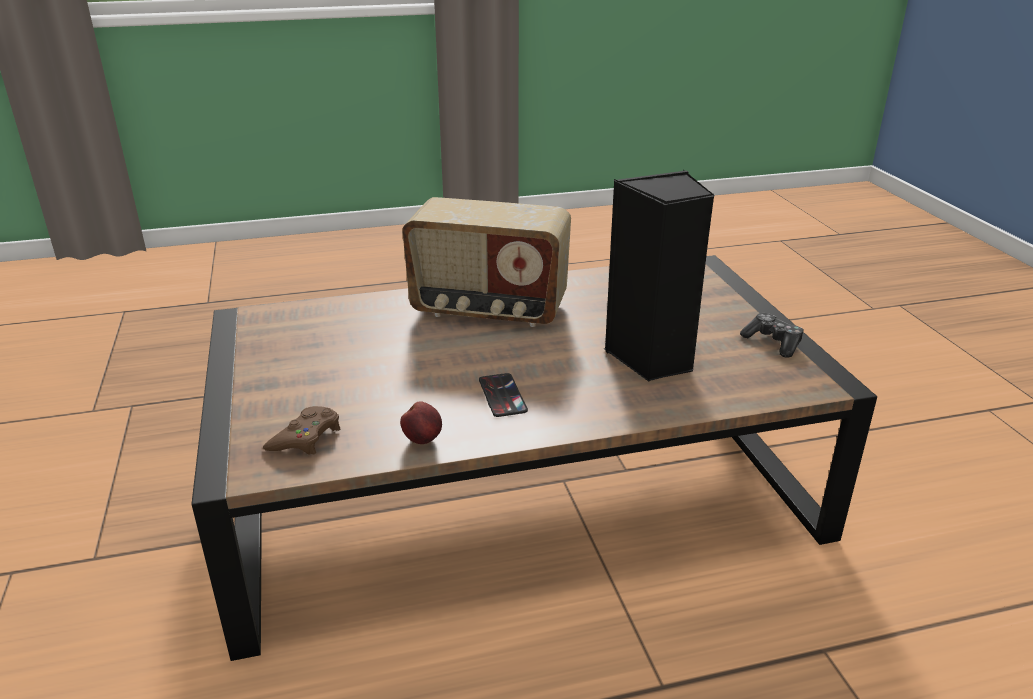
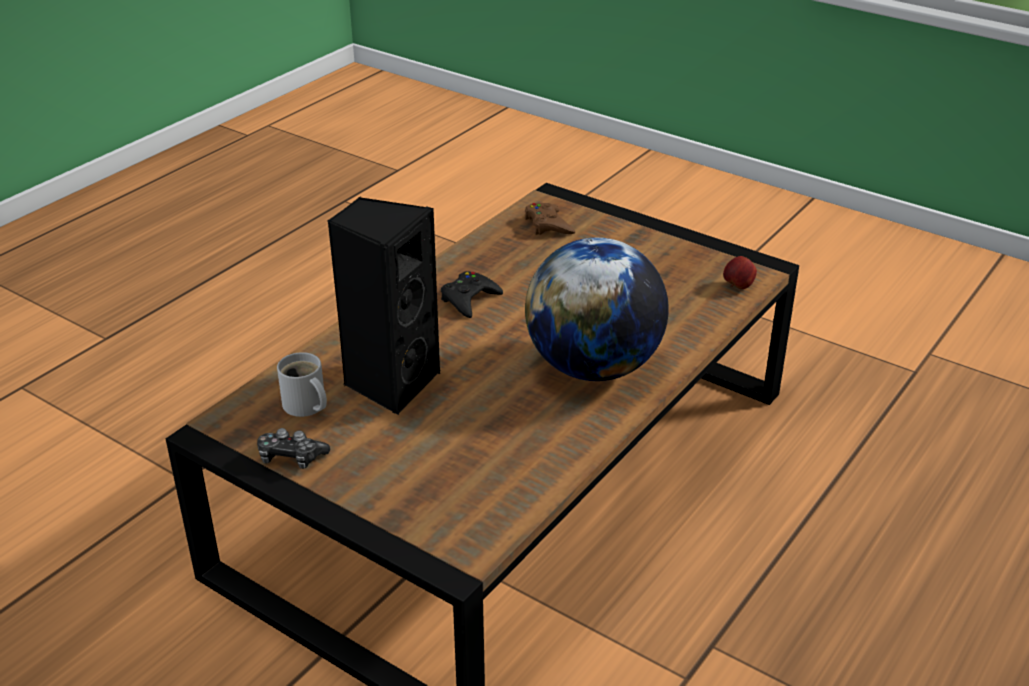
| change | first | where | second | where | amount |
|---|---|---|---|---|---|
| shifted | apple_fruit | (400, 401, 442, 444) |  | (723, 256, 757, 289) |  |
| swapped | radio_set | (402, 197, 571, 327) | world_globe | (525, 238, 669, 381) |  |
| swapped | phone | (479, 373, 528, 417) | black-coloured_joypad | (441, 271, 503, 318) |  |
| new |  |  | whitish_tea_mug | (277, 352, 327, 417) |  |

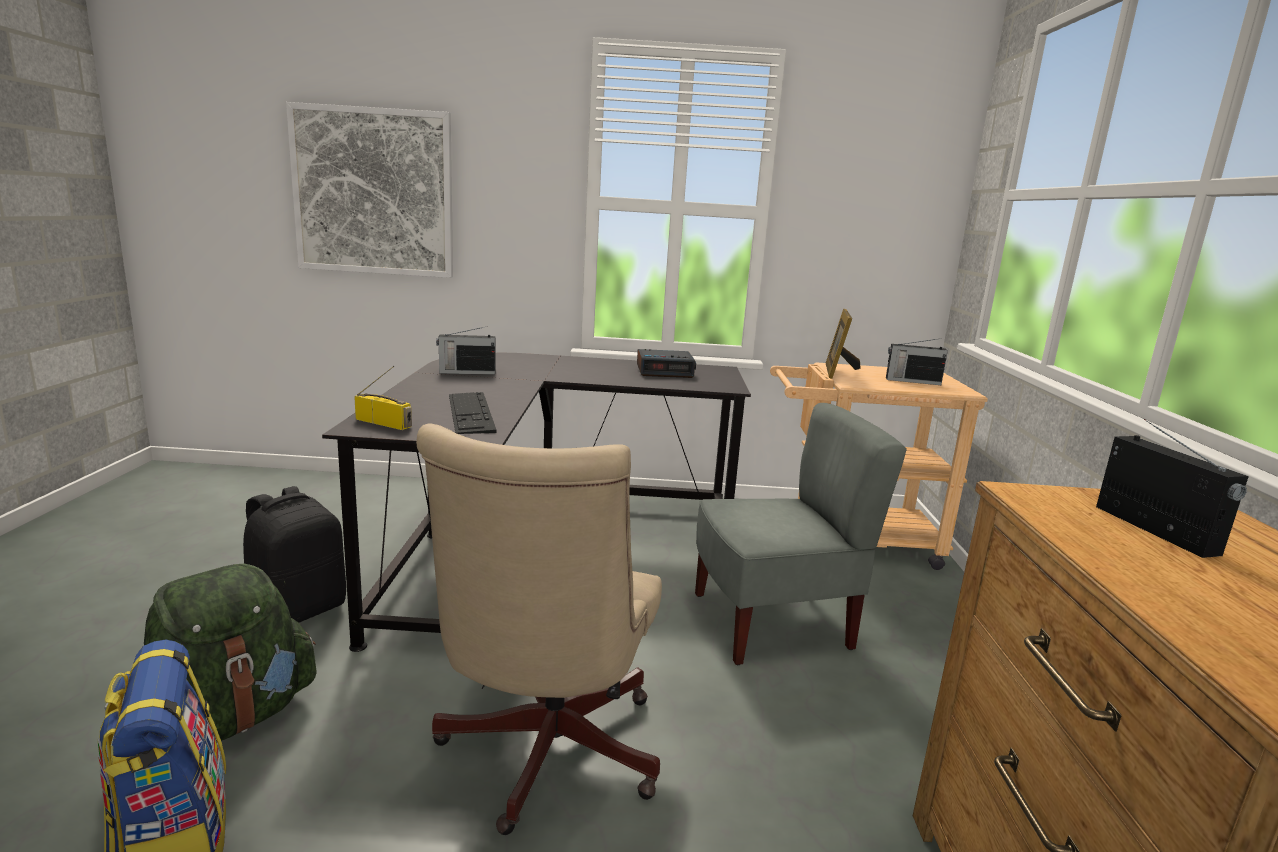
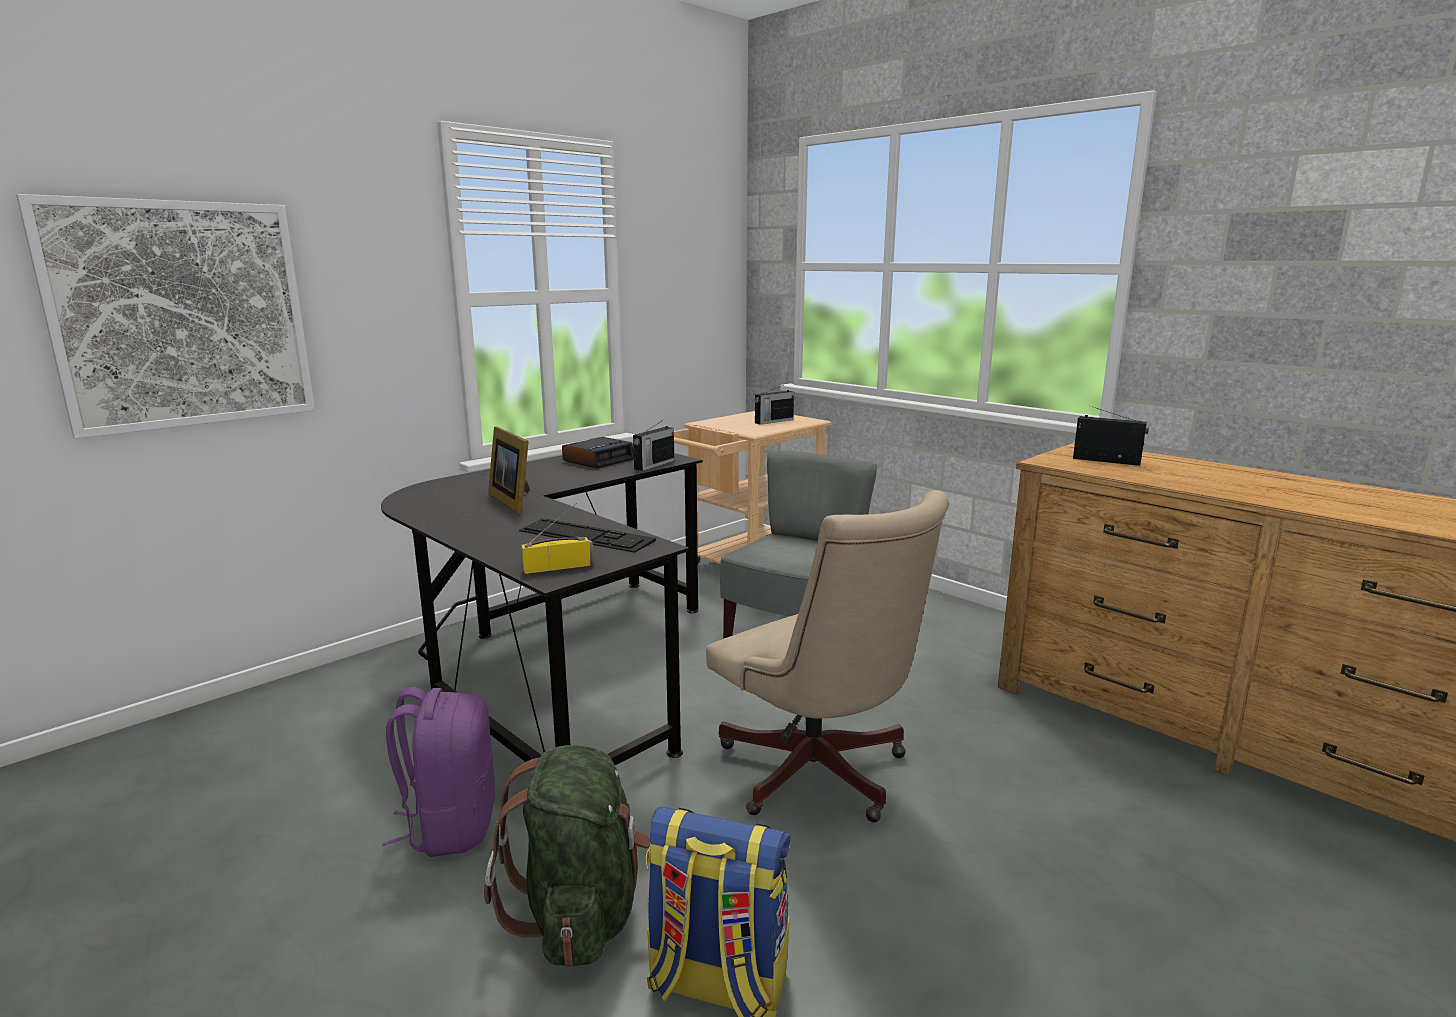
| change | first | where | second | where | amount |
|---|---|---|---|---|---|
| repainted | black-coloured_backpack | (243, 486, 346, 623) | purple-coloured_backpack | (382, 687, 496, 857) |  |
| shifted | radio_set | (436, 326, 496, 375) |  | (633, 418, 674, 471) |  |
| shifted | standing_frame | (826, 309, 860, 379) |  | (488, 426, 530, 513) |  |

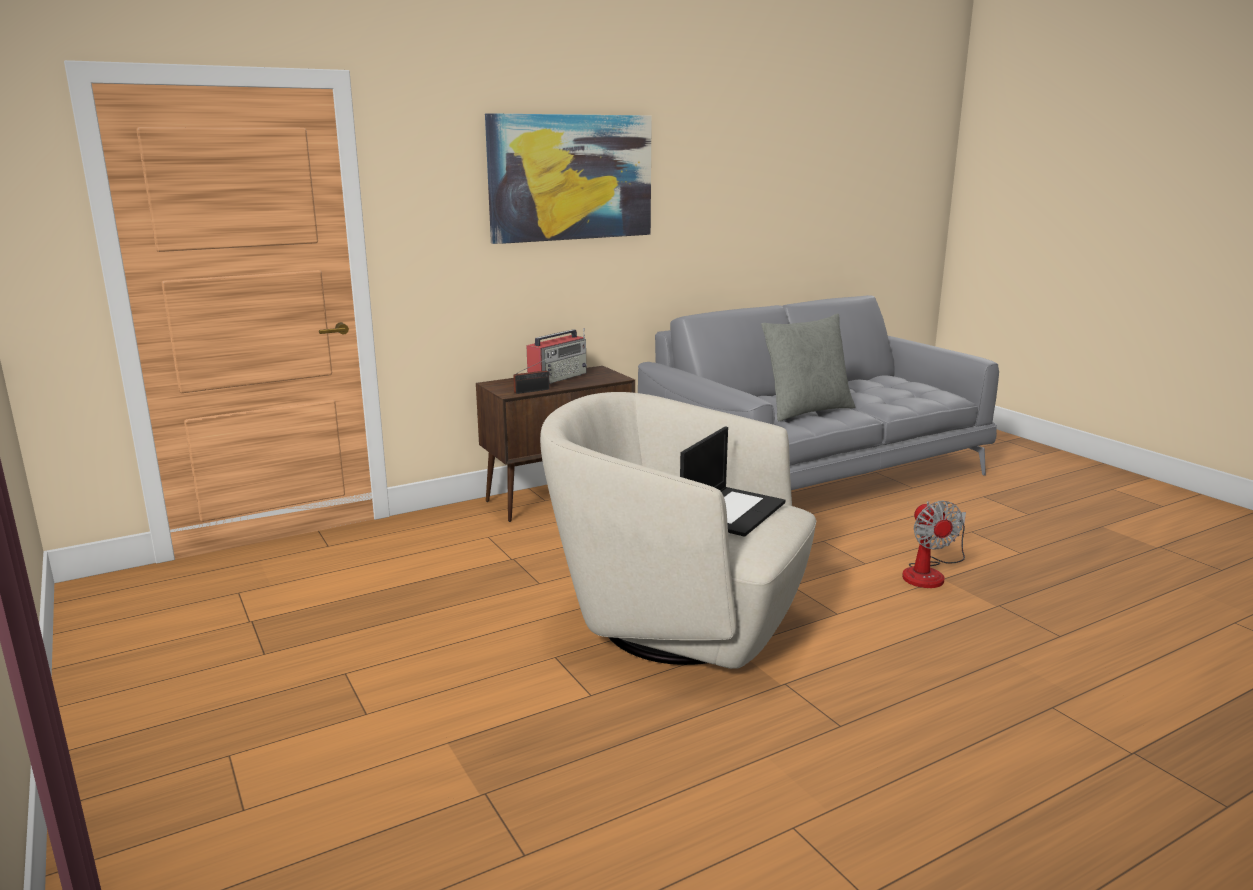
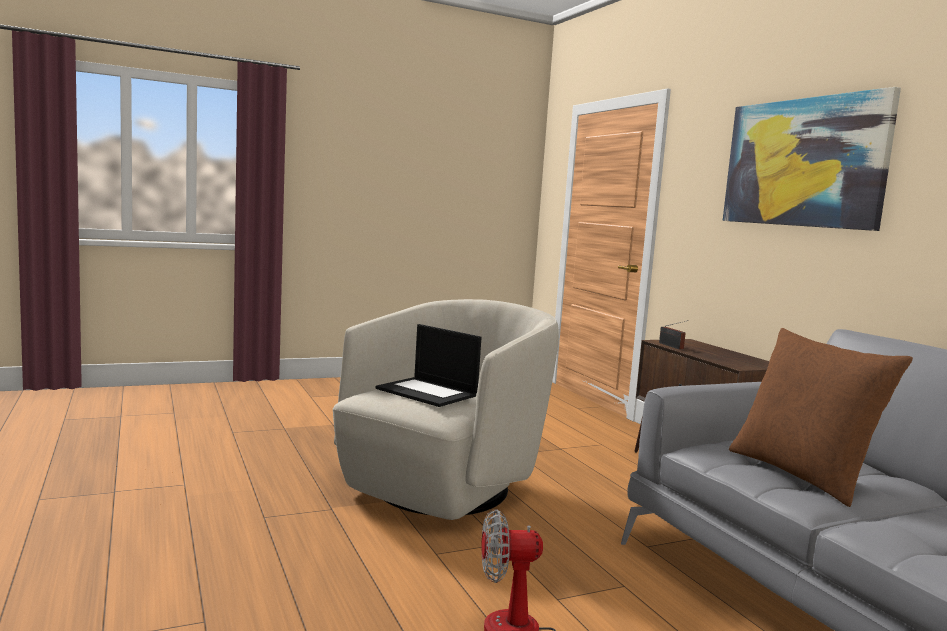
| change | first | where | second | where | amount |
|---|---|---|---|---|---|
| gone | radio_set | (526, 328, 587, 384) |  |  |  |
| repainted | greyish_cushion | (761, 314, 855, 421) | brownish_cushion | (729, 328, 913, 507) |  |

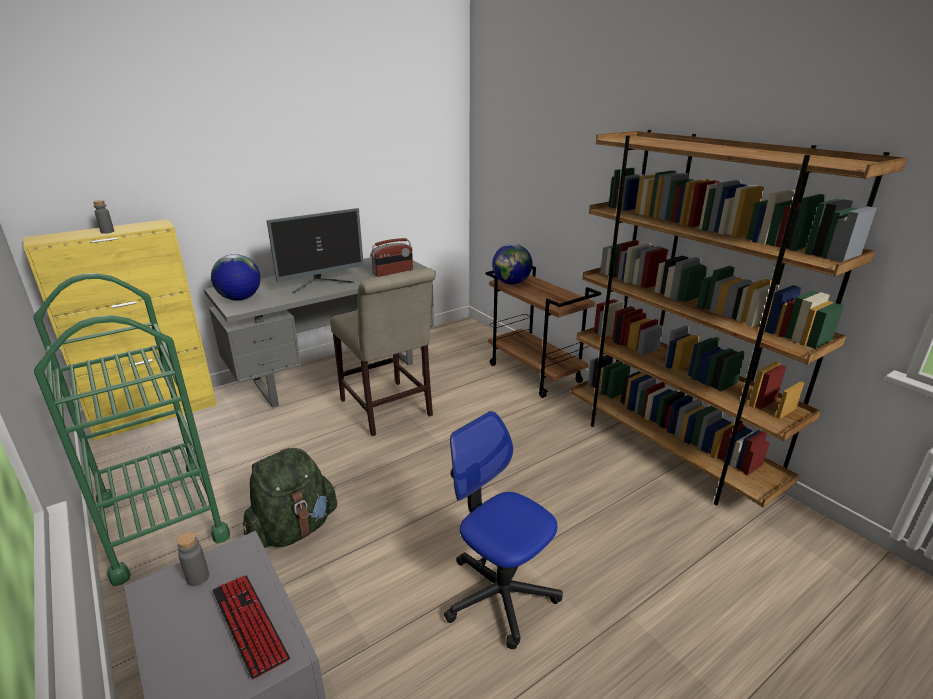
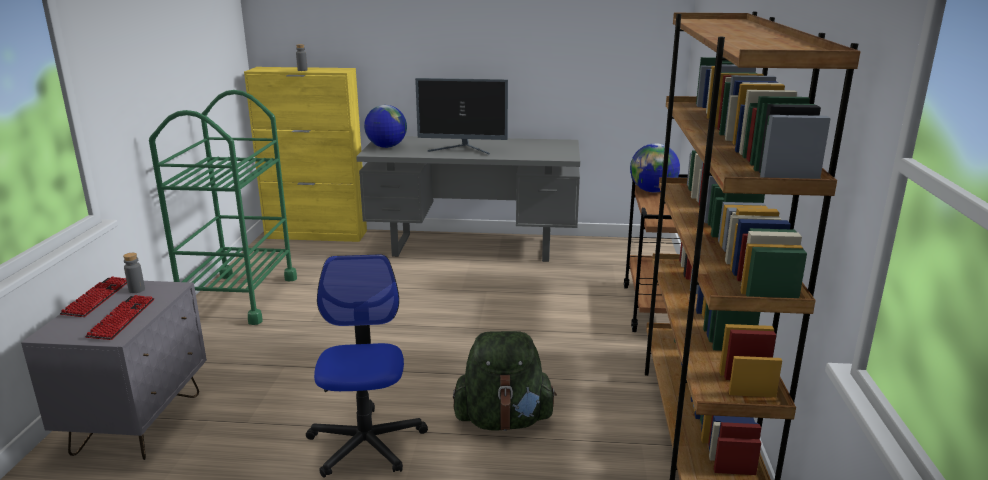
| change | first | where | second | where | amount |
|---|---|---|---|---|---|
| shifted | green-coloured_backpack | (243, 448, 337, 548) |  | (453, 331, 557, 431) |  |
| gone | sand-coloured_upright_chair | (330, 268, 436, 436) |  |  |  |
| gone | radio_set | (371, 238, 413, 277) |  |  |  |
| new |  |  | keyboard | (60, 276, 127, 317) |  |

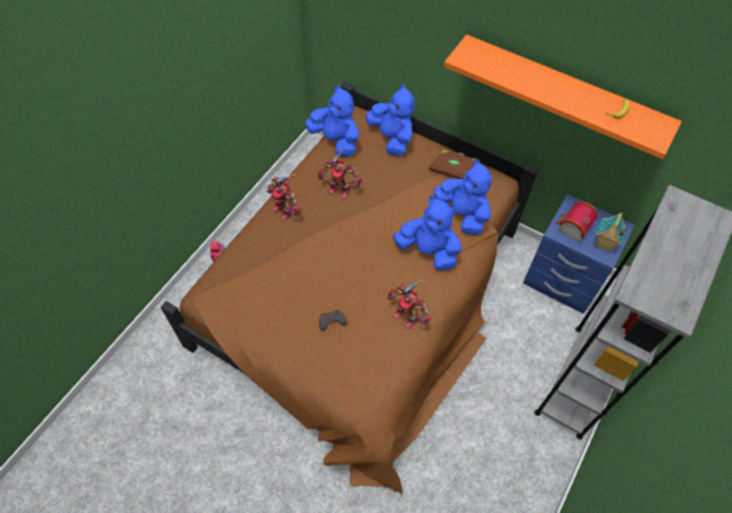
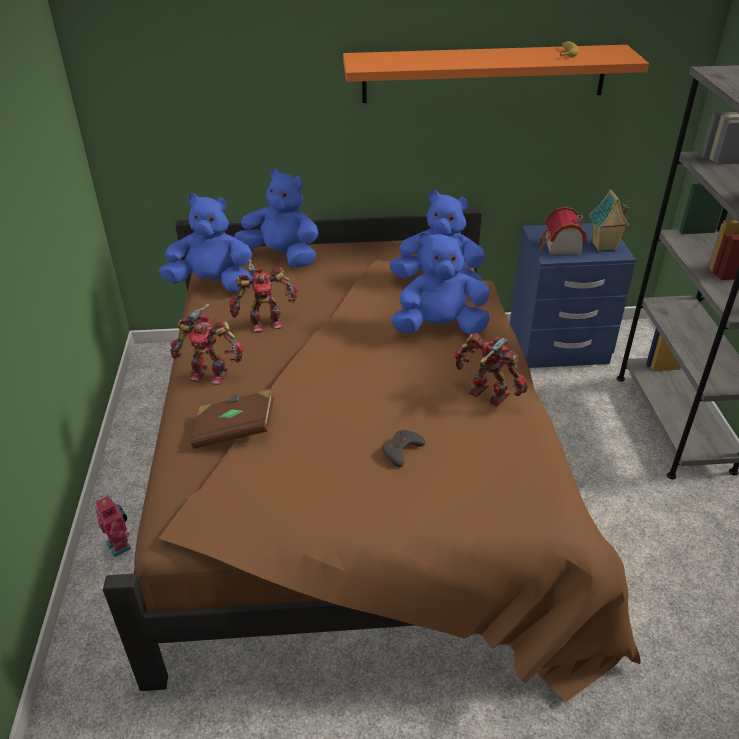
| change | first | where | second | where | amount |
|---|---|---|---|---|---|
| rotated | robot_figure | (387, 279, 431, 329) |  | (455, 332, 528, 406) | 150 degrees counterclockwise |
| shifted | brownish_book | (429, 150, 478, 179) |  | (191, 389, 274, 448) |  |

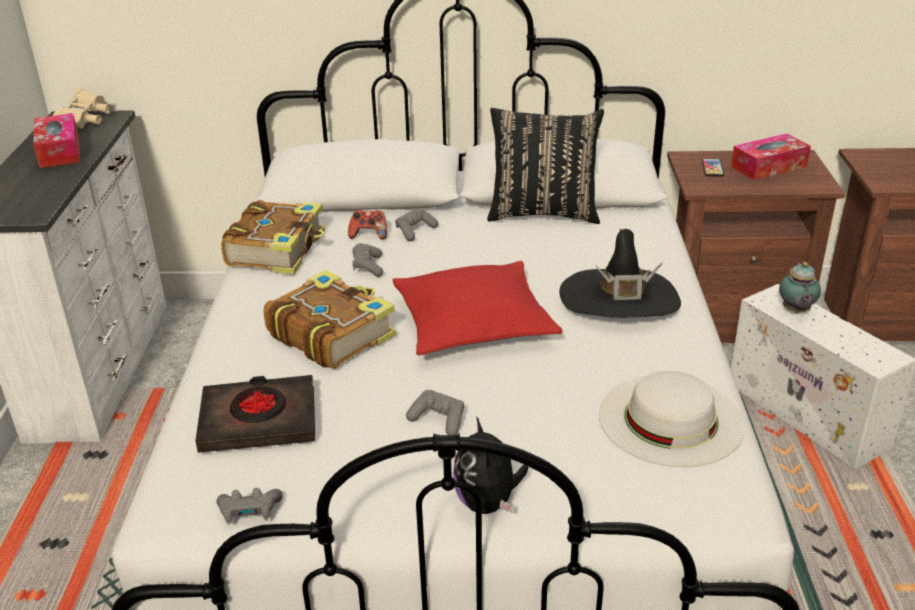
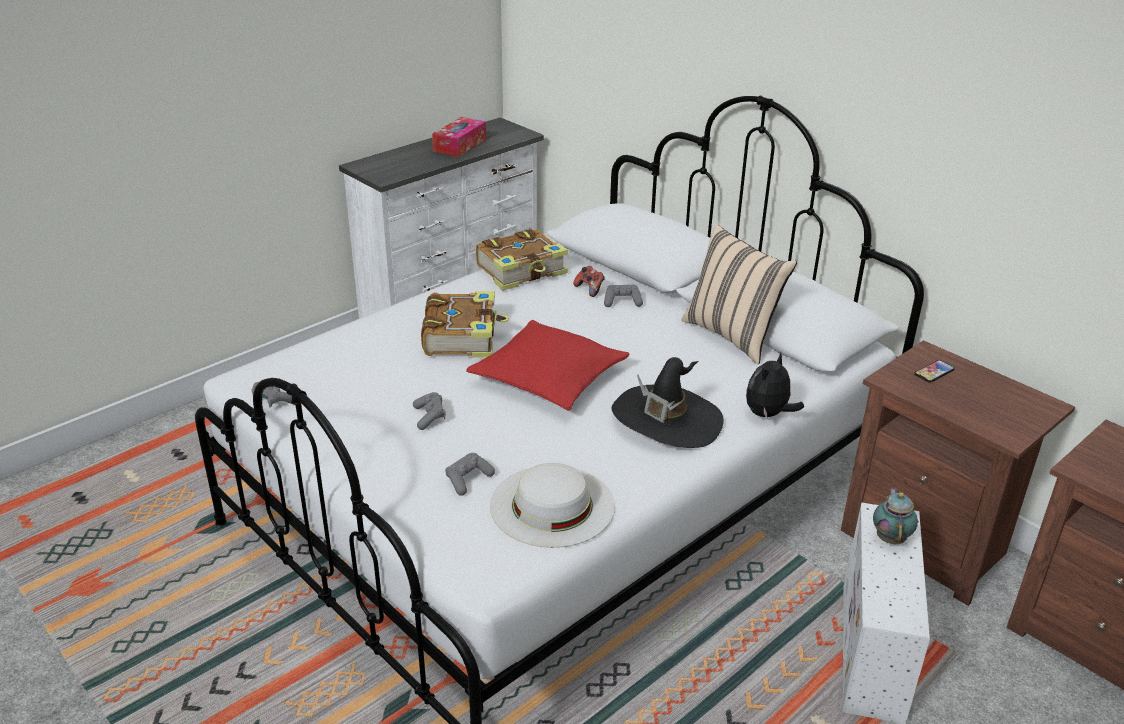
| change | first | where | second | where | amount |
|---|---|---|---|---|---|
| gone | sand-coloured_field_glasses | (53, 89, 111, 129) |  |  |  |
| gone | black-coloured_book | (195, 375, 315, 453) |  |  |  |
| shifted | greyish_joypad | (352, 243, 383, 277) |  | (445, 453, 495, 496) |  |
| shifted | cuddly_toy | (453, 416, 528, 514) |  | (746, 352, 804, 418) |  |
| repainted | black-coloured_cushion | (487, 108, 604, 224) | sand-coloured_cushion | (682, 224, 797, 364) |  |
| gone | tissue_holder | (731, 133, 811, 180) |  |  |  |
| rotated | pot_for_tea | (779, 262, 821, 313) |  | (873, 487, 918, 544) | 135 degrees clockwise |

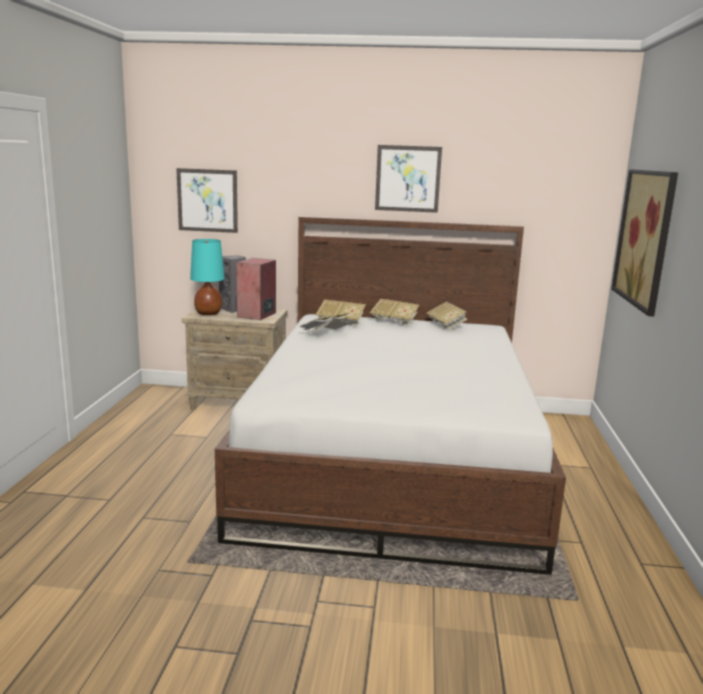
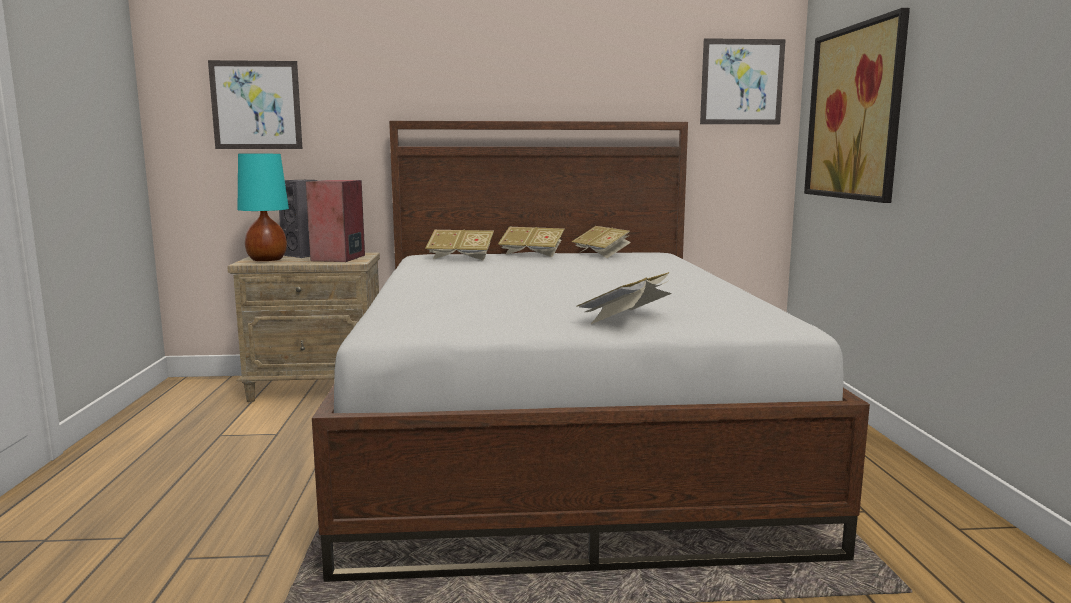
| change | first | where | second | where | amount |
|---|---|---|---|---|---|
| shifted | book | (299, 313, 351, 335) |  | (576, 272, 672, 325) |  |
| shifted | wall_picture | (375, 145, 442, 213) |  | (700, 38, 786, 124) |  |

